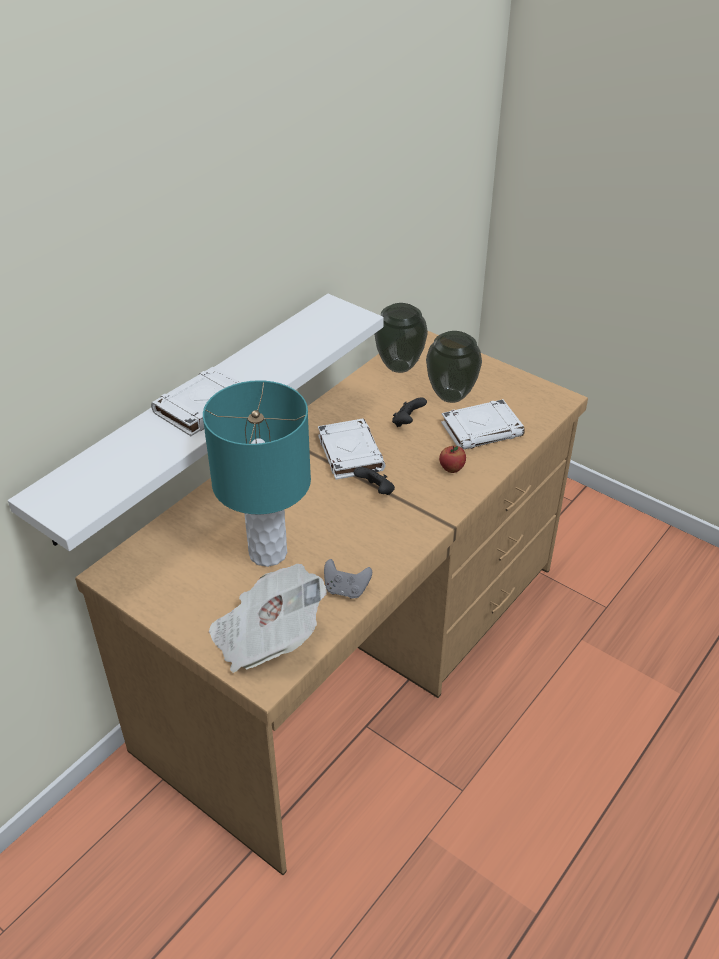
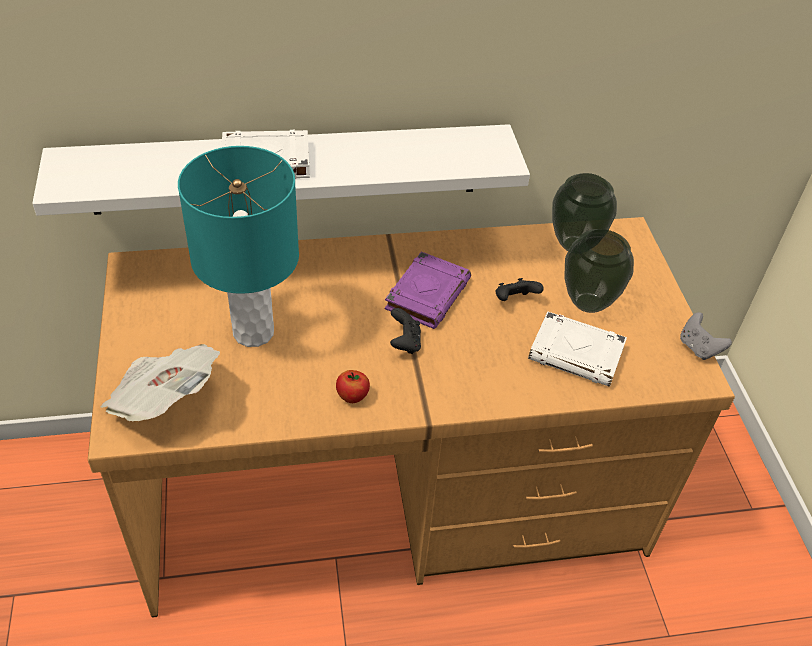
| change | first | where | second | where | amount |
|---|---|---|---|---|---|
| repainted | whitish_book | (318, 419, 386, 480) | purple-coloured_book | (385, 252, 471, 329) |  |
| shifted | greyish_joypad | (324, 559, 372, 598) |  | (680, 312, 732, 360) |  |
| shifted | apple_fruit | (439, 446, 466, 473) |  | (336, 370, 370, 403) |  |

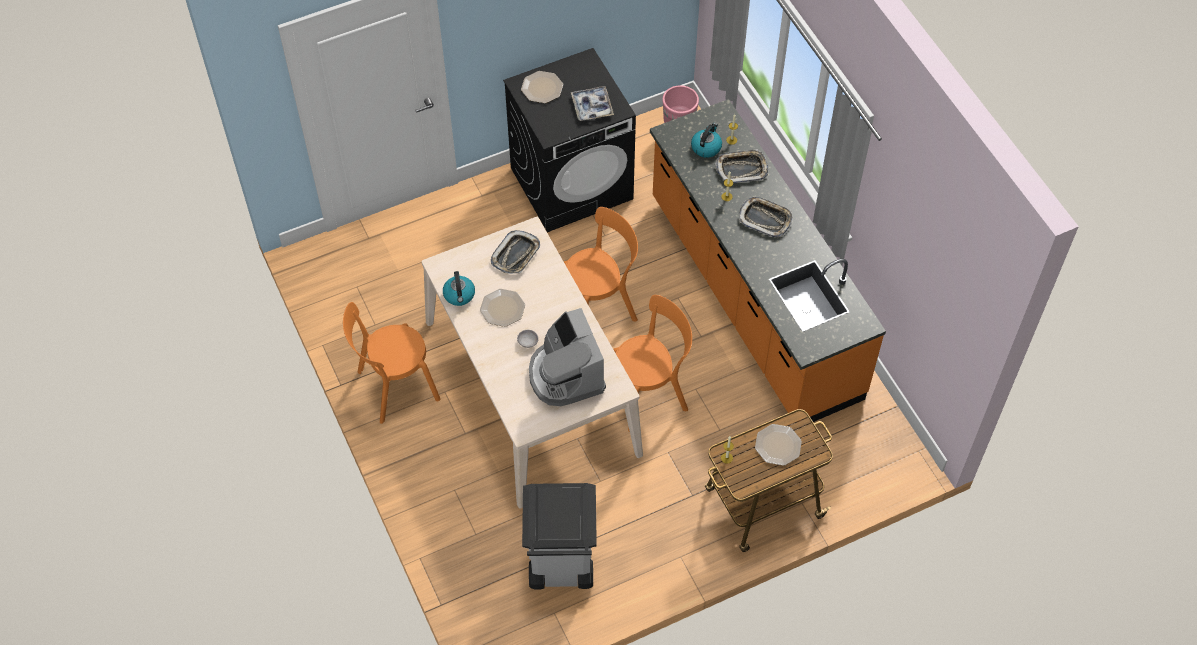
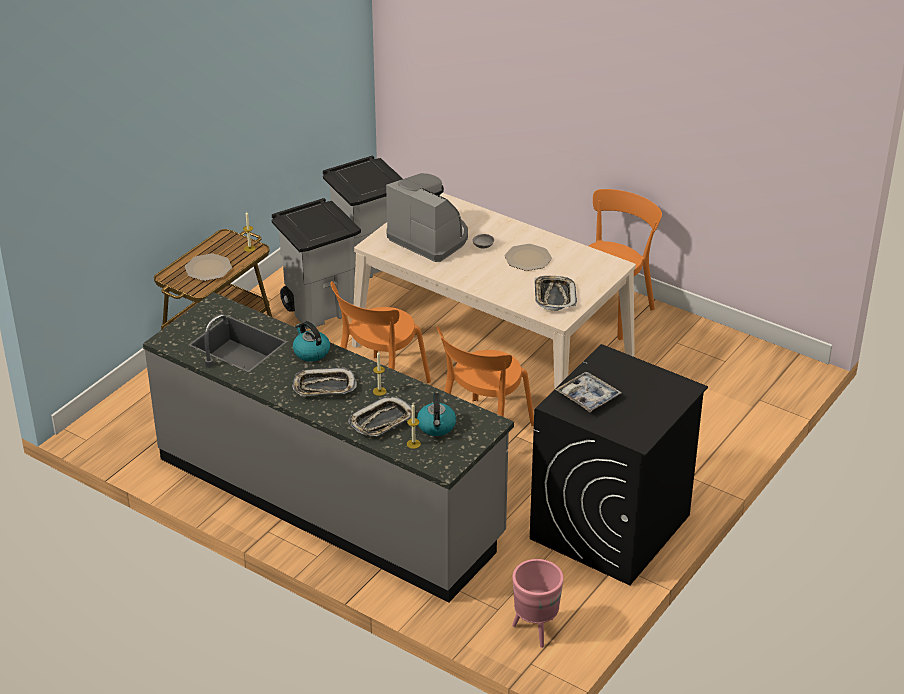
| change | first | where | second | where | amount |
|---|---|---|---|---|---|
| shifted | tea_kettle | (443, 271, 475, 306) |  | (293, 321, 330, 361) |  |
| gone | dinner_plate | (521, 71, 563, 103) |  |  |  |
| repainted | orange_kitchen_counter | (650, 99, 886, 422) | greyish_kitchen_counter | (143, 292, 514, 602) |  |
| new |  |  | greyish_waste_bin | (272, 198, 361, 329) |  |

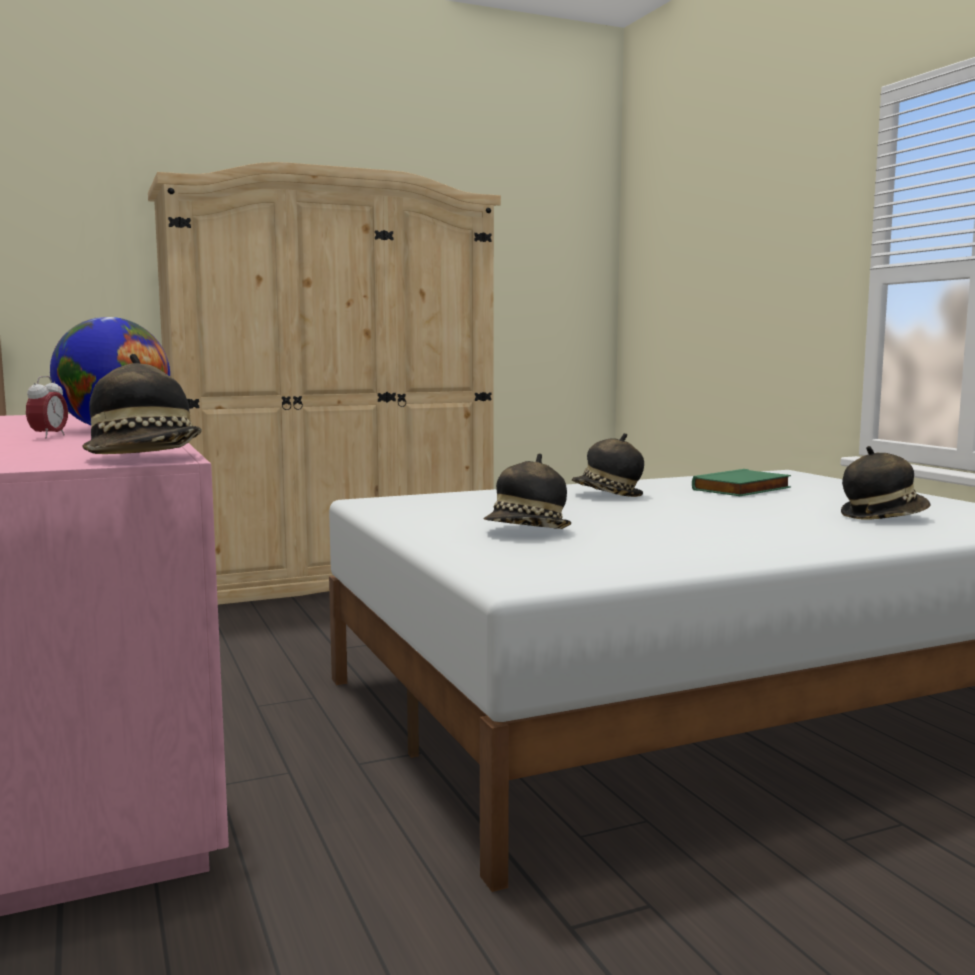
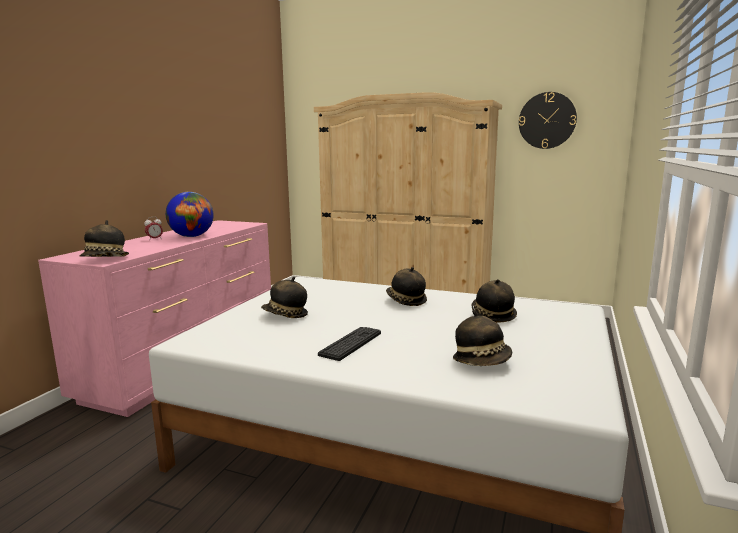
| change | first | where | second | where | amount |
|---|---|---|---|---|---|
| swapped | green-coloured_book | (692, 469, 791, 496) | clothing_hat | (472, 279, 517, 323) |  |
| new |  |  | keyboard | (318, 327, 381, 361) |  |
| new |  |  | hanging_clock | (519, 92, 577, 149) |  |

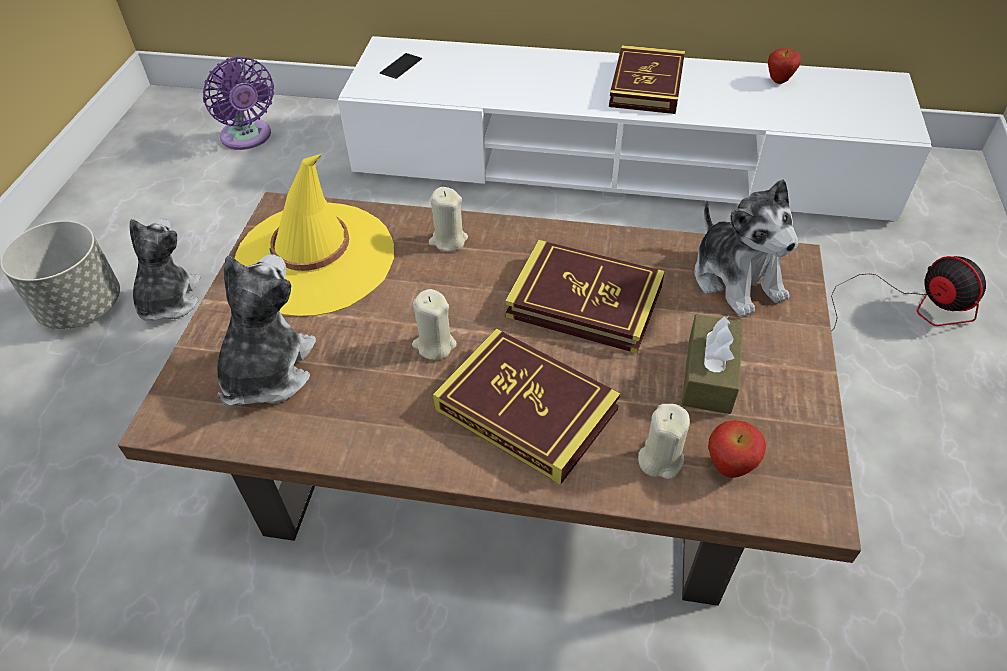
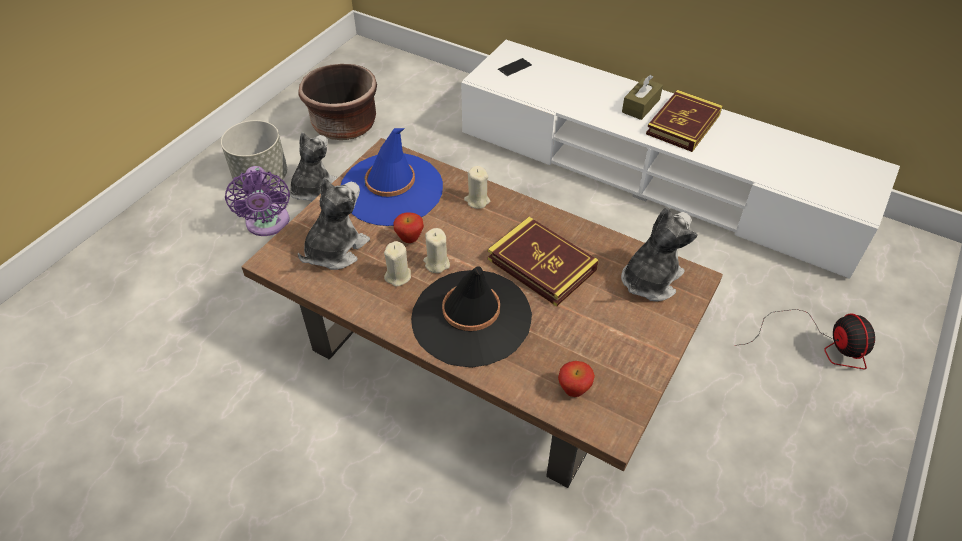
| change | first | where | second | where | amount |
|---|---|---|---|---|---|
| shifted | purple-coloured_fan | (203, 56, 274, 150) |  | (225, 166, 290, 236) |  |
| repainted | yellow-coloured_clothing_hat | (234, 153, 394, 316) | bluish_clothing_hat | (340, 128, 443, 226) |  |
| swapped | book | (433, 328, 621, 485) | black-coloured_clothing_hat | (411, 266, 532, 368) |  |
| shifted | sand-coloured_candle | (638, 404, 690, 479) |  | (384, 241, 411, 287) |  |
| shifted | brownish_tissue_holder | (681, 315, 743, 414) |  | (622, 75, 663, 120) |  |
| rotated | cuddly_toy | (694, 179, 799, 318) |  | (621, 207, 698, 302) | 135 degrees counterclockwise |
| shifted | apple_fruit | (768, 48, 801, 84) |  | (393, 212, 424, 243) |  |
| new |  |  | brownish_planter | (298, 64, 377, 140) |  |

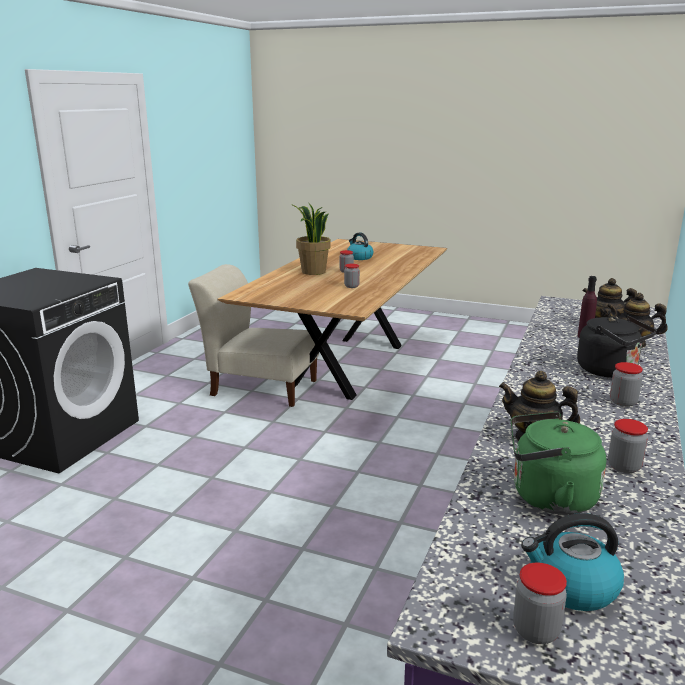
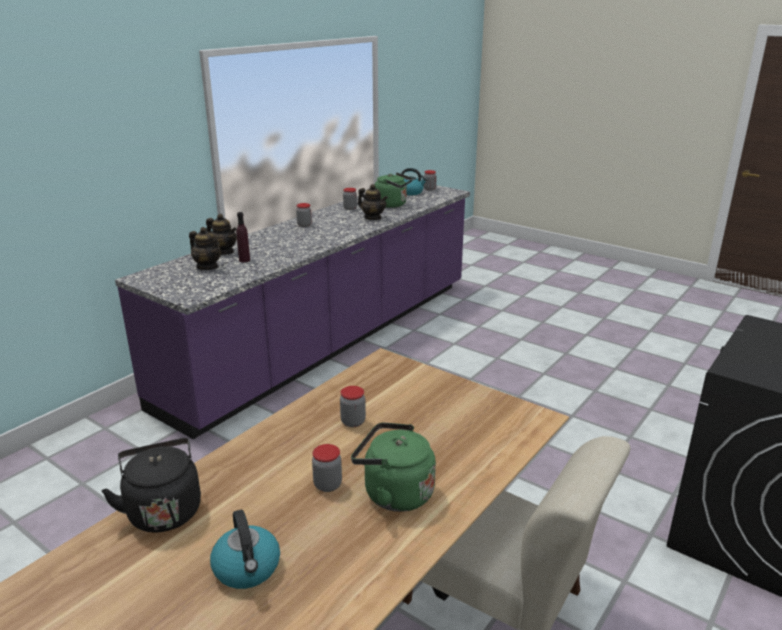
| change | first | where | second | where | amount |
|---|---|---|---|---|---|
| swapped | houseplant | (291, 203, 331, 275) | green-coloured_tea_kettle | (351, 423, 436, 512) |  |
| shifted | black-coloured_tea_kettle | (577, 315, 657, 378) |  | (101, 438, 201, 533) |  |

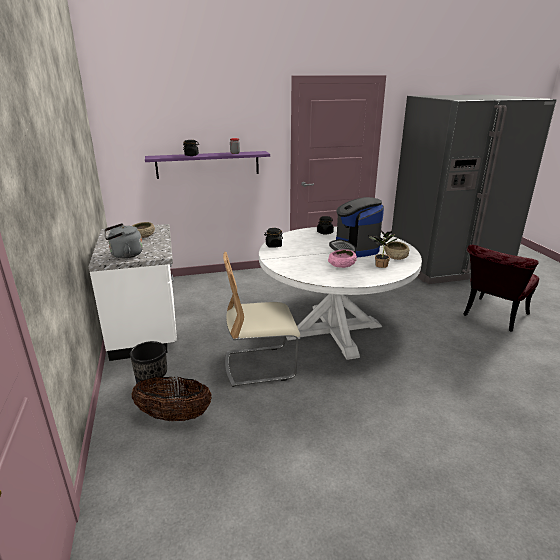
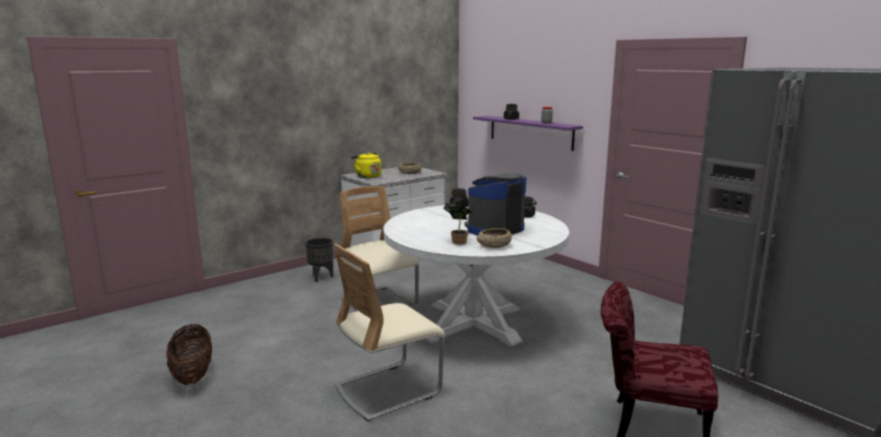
| change | first | where | second | where | amount |
|---|---|---|---|---|---|
| repainted | greyish_tea_kettle | (104, 223, 143, 258) | yellow-coloured_tea_kettle | (351, 152, 381, 178) |  |
| shifted | storage_basket | (131, 376, 212, 421) |  | (166, 324, 212, 385) |  |
| gone | pink_deep_dish | (328, 249, 357, 268) |  |  |  |
| new |  |  | sand-coloured_upright_chair | (334, 244, 445, 422) |  |

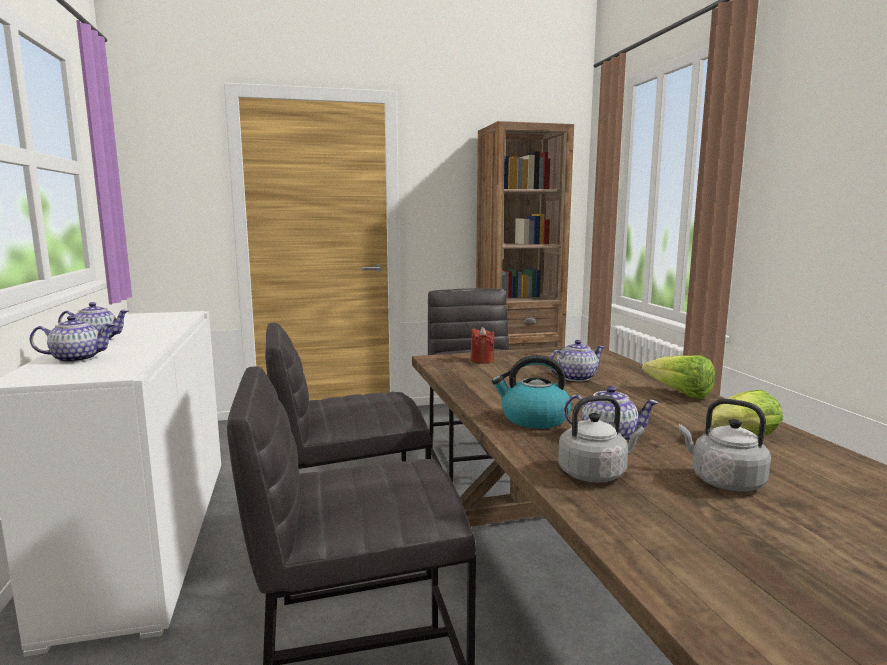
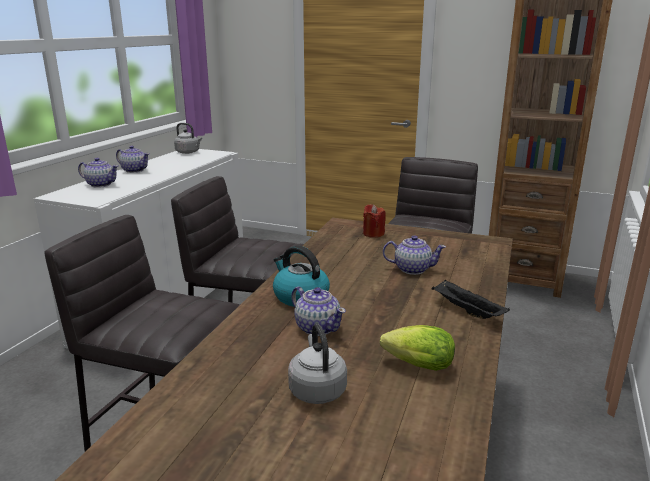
| change | first | where | second | where | amount |
|---|---|---|---|---|---|
| shifted | greyish_tea_kettle | (558, 395, 645, 483) |  | (174, 123, 202, 154) |  |
| swapped | lettuce_head | (642, 355, 715, 399) | black-coloured_tray | (432, 279, 510, 319) |  |

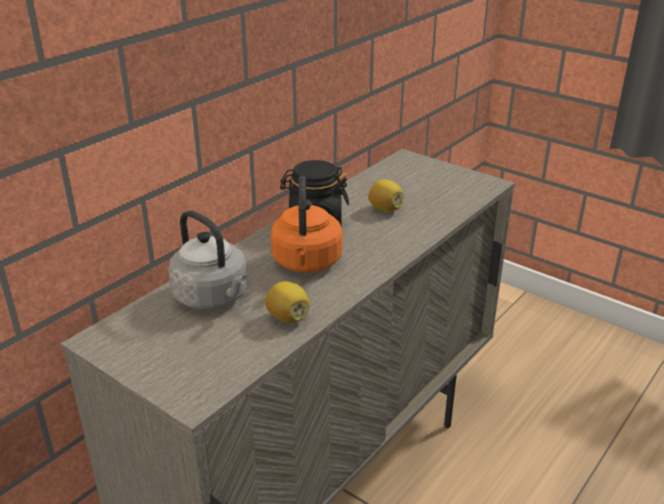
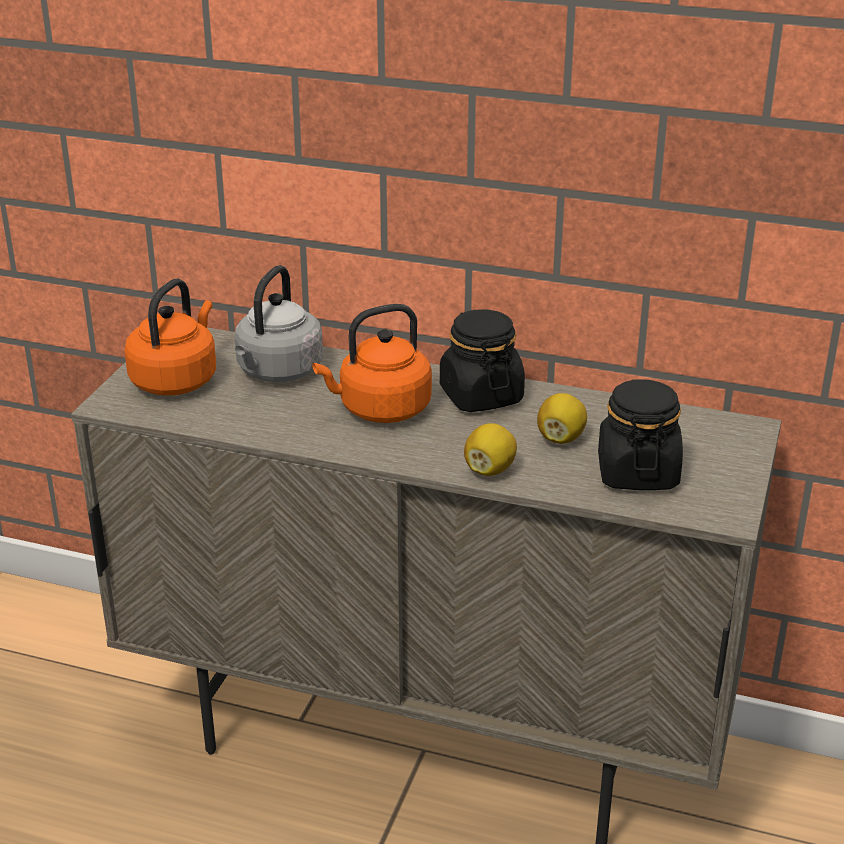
| change | first | where | second | where | amount |
|---|---|---|---|---|---|
| shifted | citrus_fruit | (265, 281, 310, 323) |  | (464, 423, 517, 476) |  |
| new |  |  | orange_tea_kettle | (124, 279, 216, 396) |  |
| new |  |  | black-coloured_storage_jar | (598, 379, 683, 490) |  |

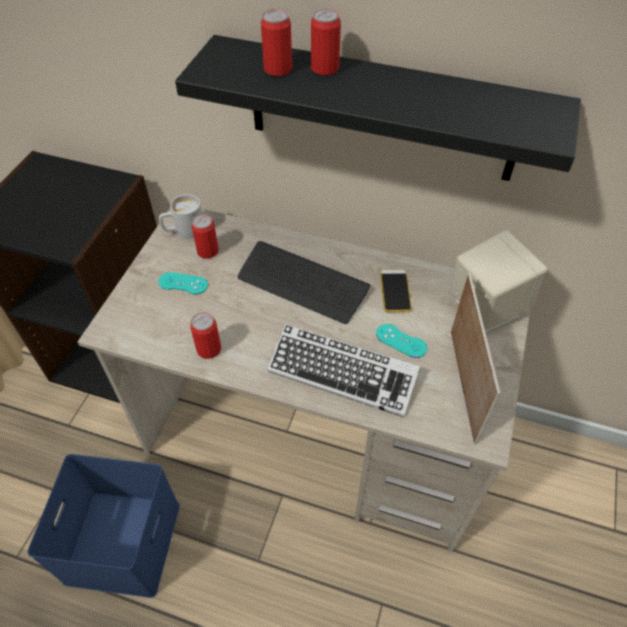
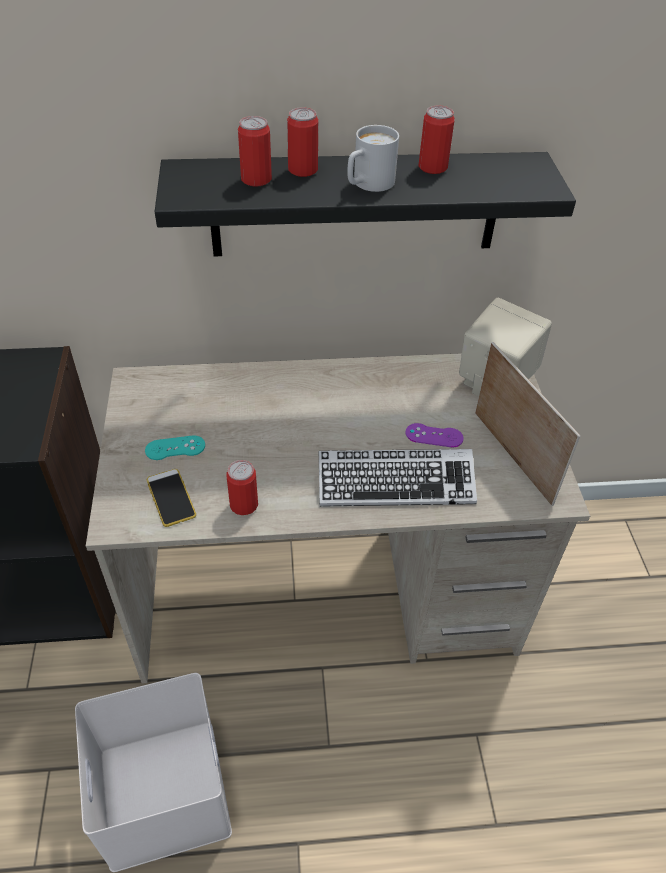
| change | first | where | second | where | amount |
|---|---|---|---|---|---|
| repainted | bluish_storage_container | (27, 454, 180, 598) | whitish_storage_container | (75, 673, 232, 872) |  |
| shifted | whitish_tea_mug | (159, 194, 202, 239) |  | (347, 125, 399, 192) |  |
| shifted | metal_can | (192, 214, 219, 259) |  | (418, 106, 455, 174) |  |
| gone | keyboard | (238, 241, 370, 324) |  |  |  |
| repainted | turquoise-coloured_joypad | (376, 324, 427, 358) | purple-coloured_joypad | (406, 423, 464, 447) |  |
| shifted | phone | (380, 269, 412, 312) |  | (147, 469, 196, 527) |  |

